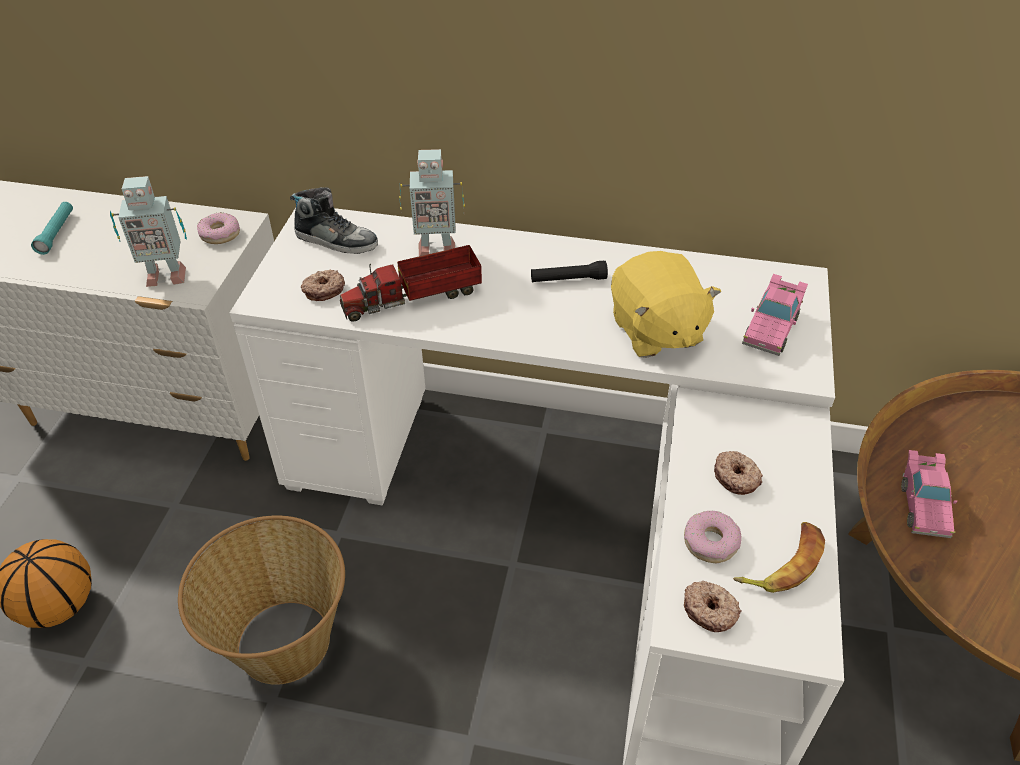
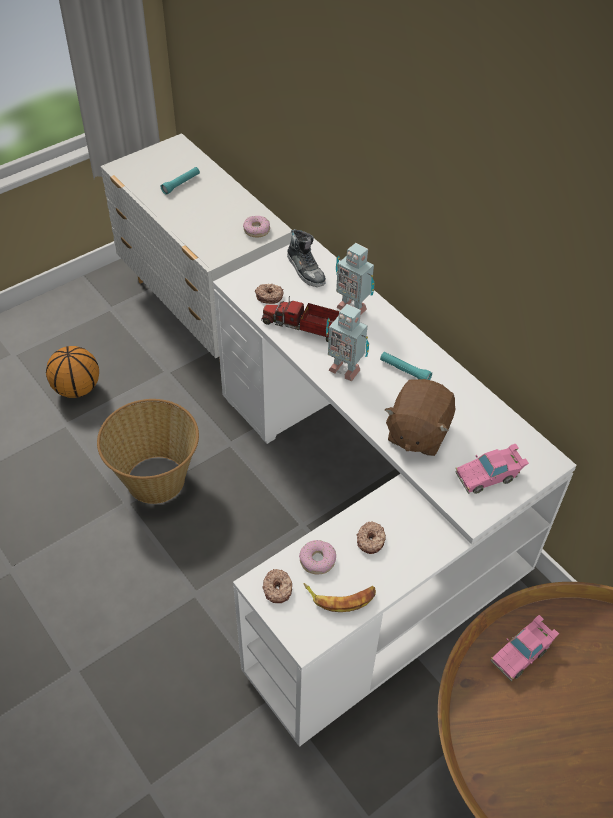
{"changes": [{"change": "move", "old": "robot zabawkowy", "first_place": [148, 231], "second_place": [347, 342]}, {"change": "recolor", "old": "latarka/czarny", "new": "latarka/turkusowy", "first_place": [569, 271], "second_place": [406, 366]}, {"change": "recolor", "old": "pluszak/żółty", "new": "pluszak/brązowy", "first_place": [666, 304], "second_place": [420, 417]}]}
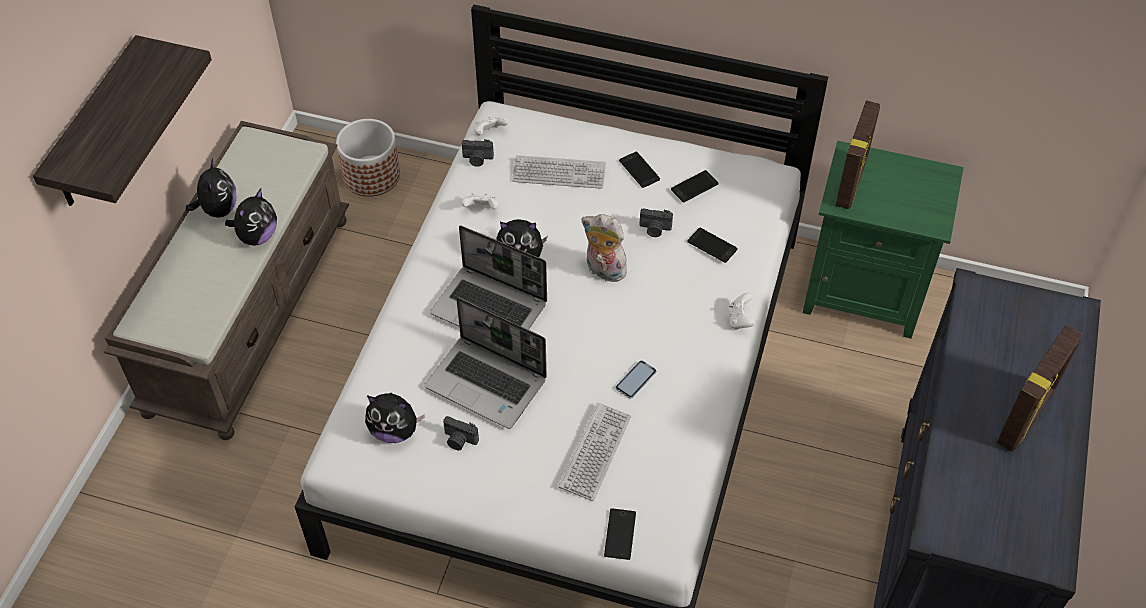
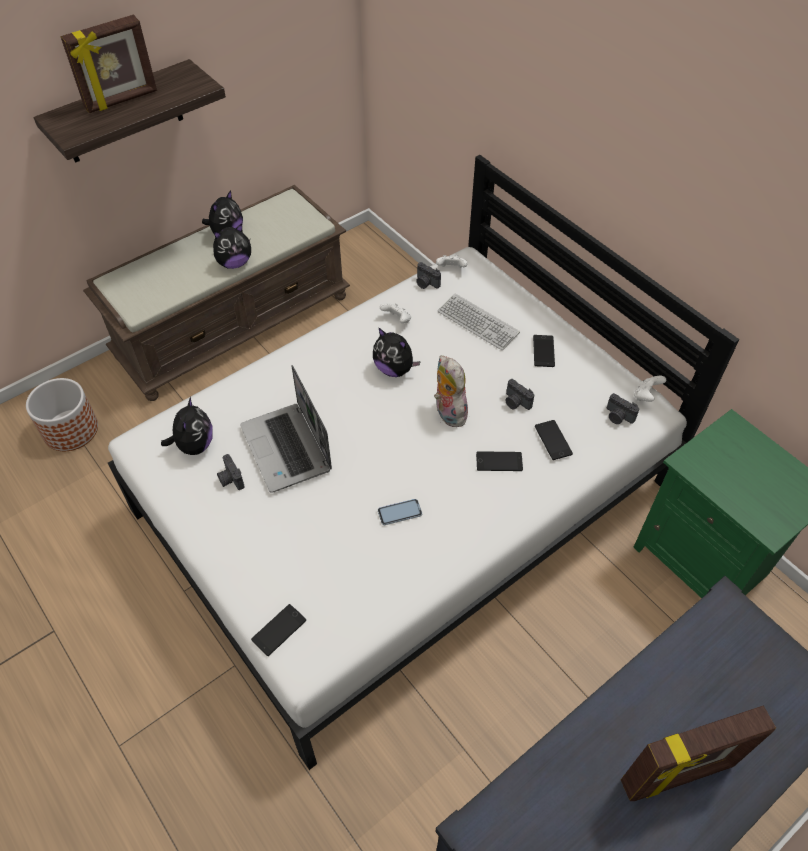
{"changes": [{"change": "move", "old": "donica", "first_place": [368, 158], "second_place": [62, 414]}, {"change": "rotate", "old": "pluszak", "first_place": [395, 417], "second_place": [187, 426], "degrees": -135}, {"change": "delete", "old": "laptop", "first_place": [488, 277]}, {"change": "delete", "old": "klawiatura", "first_place": [594, 452]}, {"change": "move", "old": "telefon", "first_place": [695, 186], "second_place": [499, 461]}, {"change": "move", "old": "pad do gier/biały", "first_place": [742, 311], "second_place": [650, 389]}, {"change": "move", "old": "ramka na zdjęcie", "first_place": [857, 154], "second_place": [109, 64]}, {"change": "insert", "new": "aparat fotograficzny", "second_place": [623, 408]}]}
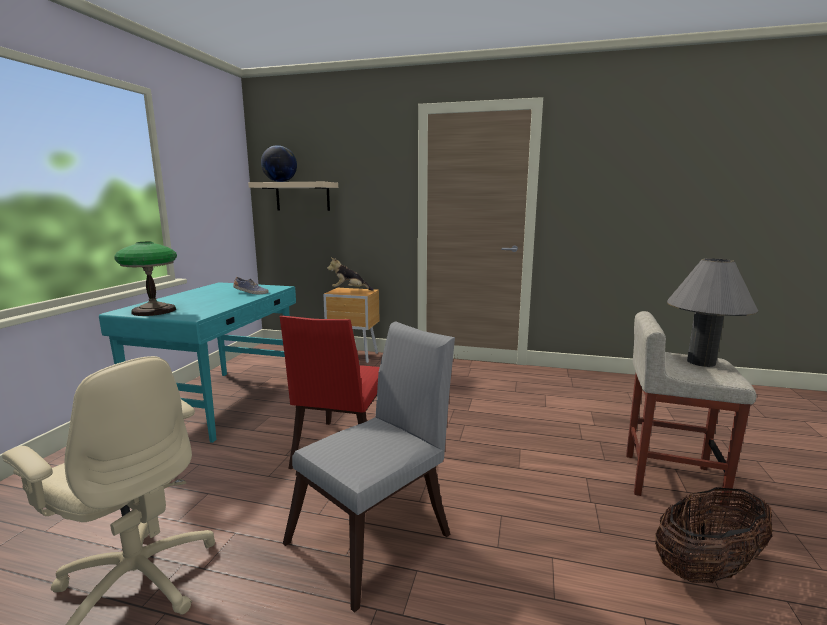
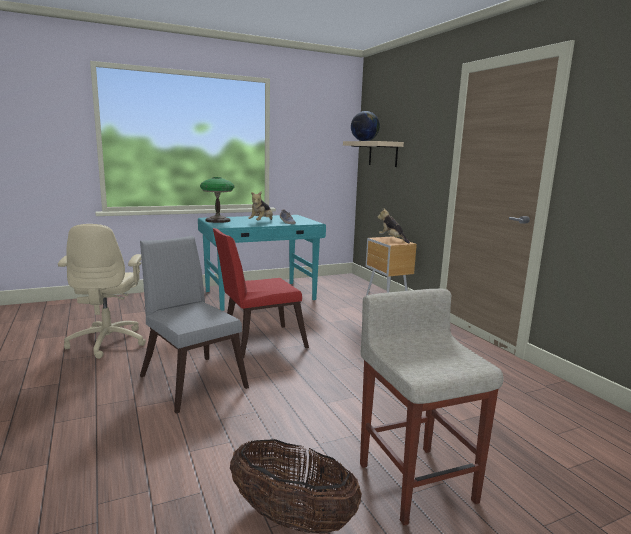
{"changes": [{"change": "rotate", "old": "krzesło/szary", "first_place": [369, 466], "second_place": [194, 325], "degrees": -135}, {"change": "delete", "old": "lampa stołowa/szary", "first_place": [712, 312]}, {"change": "insert", "new": "pluszak", "second_place": [260, 205]}]}
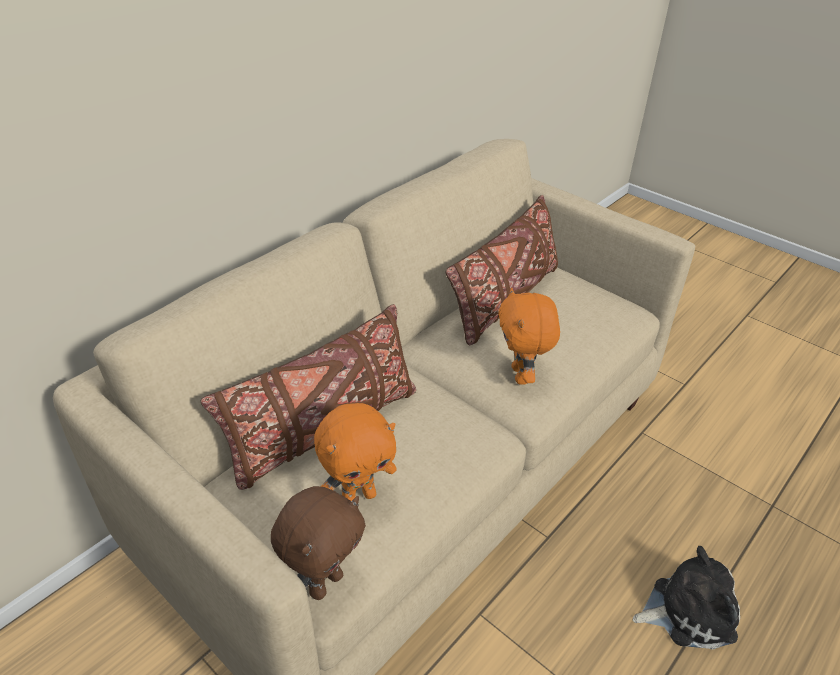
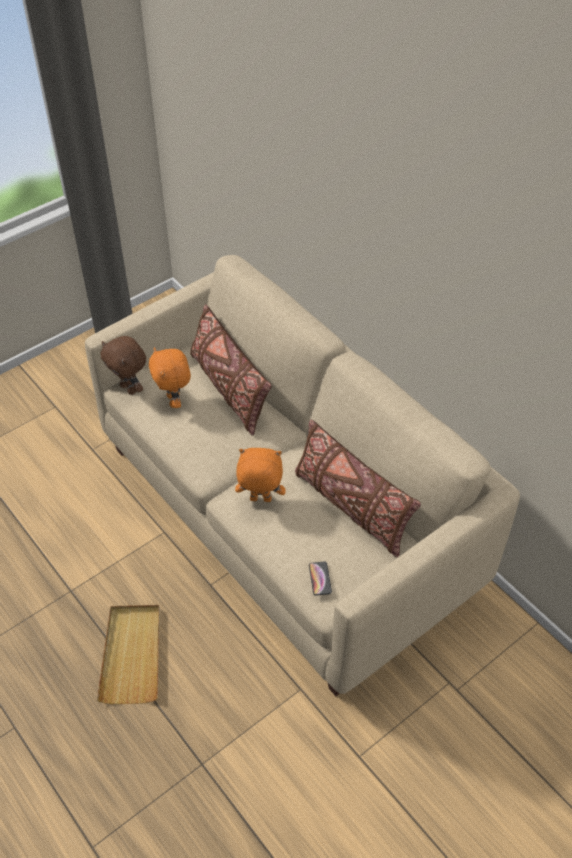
{"changes": [{"change": "replace", "old": "pluszak", "new": "taca/beżowy", "first_place": [686, 598], "second_place": [128, 654]}, {"change": "insert", "new": "telefon", "second_place": [320, 578]}]}
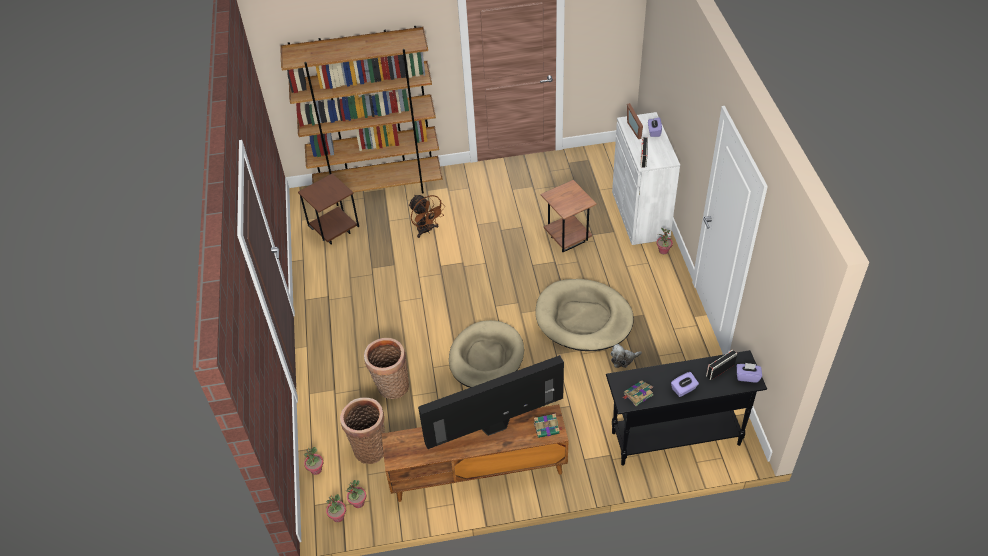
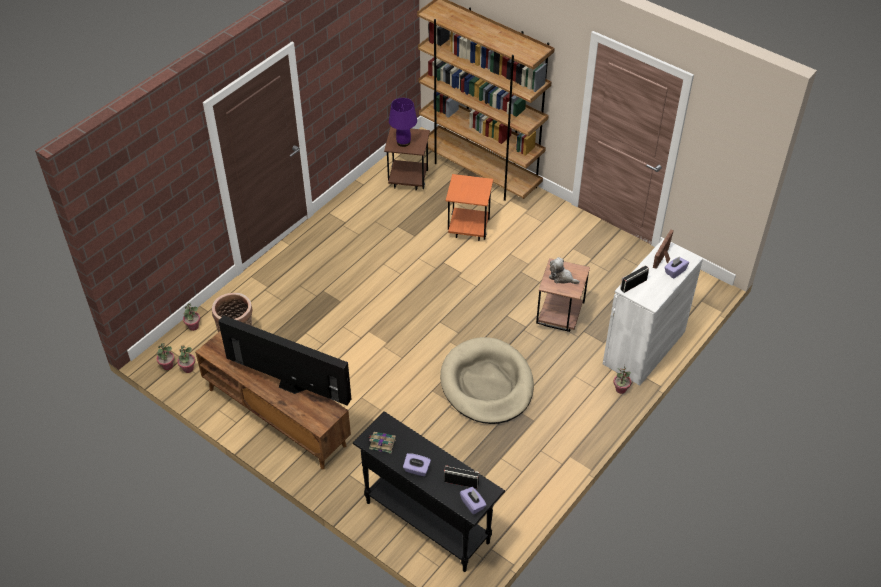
{"changes": [{"change": "delete", "old": "koszyk", "first_place": [386, 368]}, {"change": "replace", "old": "wentylator/brązowy", "new": "stolik/pomarańczowy", "first_place": [426, 216], "second_place": [469, 207]}, {"change": "delete", "old": "legowisko/beżowy", "first_place": [486, 354]}, {"change": "delete", "old": "książka", "first_place": [548, 426]}, {"change": "move", "old": "pluszak", "first_place": [626, 356], "second_place": [564, 270]}, {"change": "insert", "new": "lampa stołowa/fioletowy", "second_place": [403, 122]}]}
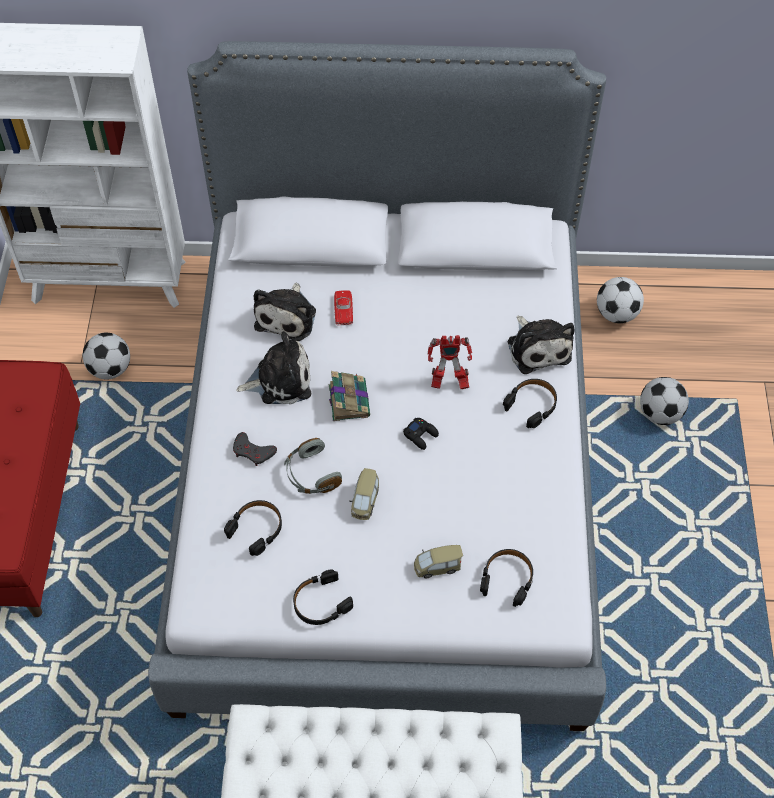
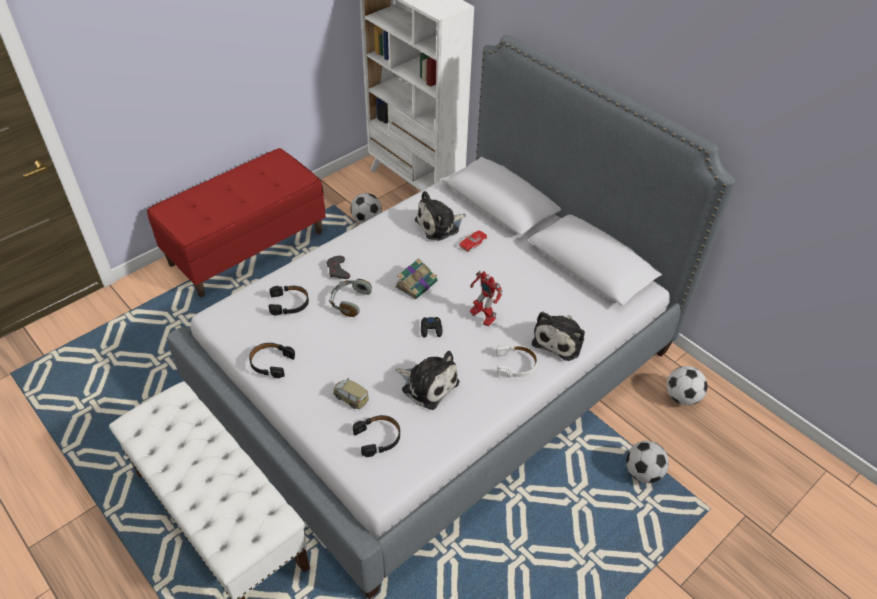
{"changes": [{"change": "move", "old": "pluszak", "first_place": [273, 367], "second_place": [427, 380]}, {"change": "delete", "old": "samochodzik", "first_place": [364, 494]}, {"change": "recolor", "old": "słuchawki/czarny", "new": "słuchawki/biały", "first_place": [530, 403], "second_place": [516, 361]}]}
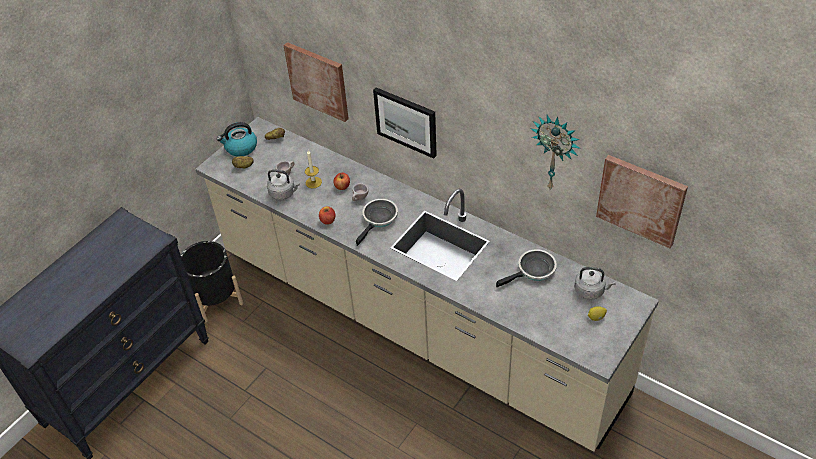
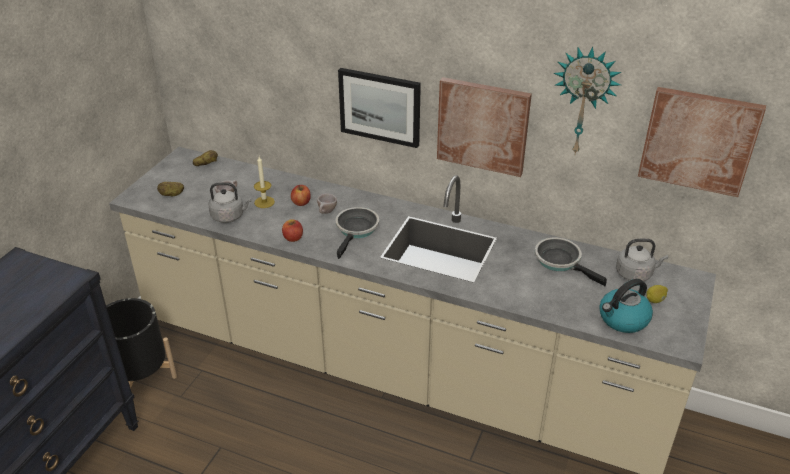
{"changes": [{"change": "move", "old": "czajnik", "first_place": [237, 139], "second_place": [626, 306]}, {"change": "move", "old": "obraz", "first_place": [316, 82], "second_place": [484, 127]}, {"change": "rotate", "old": "patelnia", "first_place": [526, 268], "second_place": [571, 262], "degrees": -90}]}
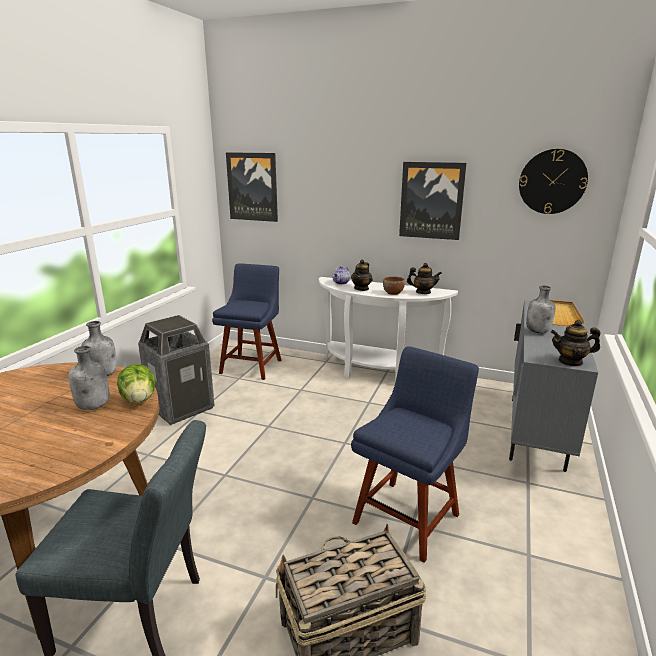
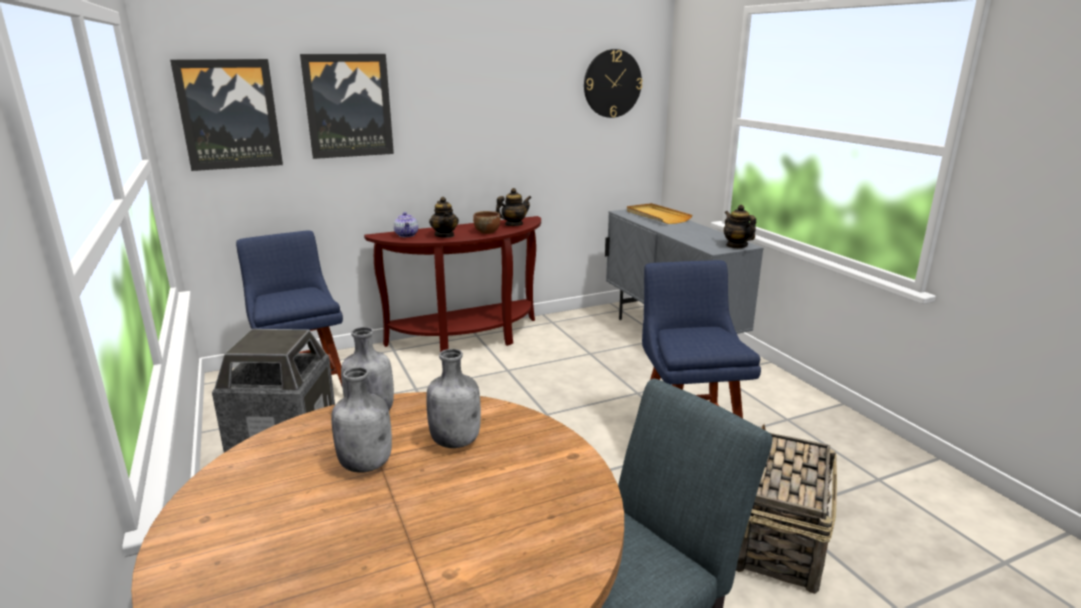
{"changes": [{"change": "delete", "old": "sałata", "first_place": [136, 383]}, {"change": "recolor", "old": "stolik konsolowy/biały", "new": "stolik konsolowy/brązowy", "first_place": [388, 329], "second_place": [452, 284]}, {"change": "move", "old": "obraz", "first_place": [432, 201], "second_place": [347, 106]}, {"change": "move", "old": "butelka/szary", "first_place": [540, 309], "second_place": [361, 420]}, {"change": "rotate", "old": "imbryk", "first_place": [575, 343], "second_place": [740, 226], "degrees": 105}]}
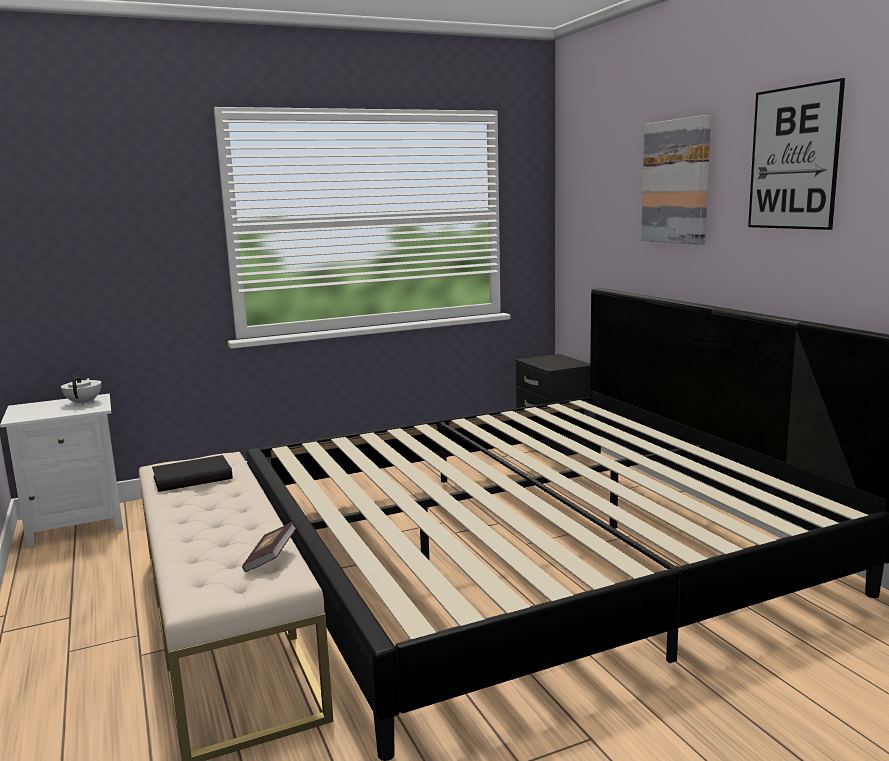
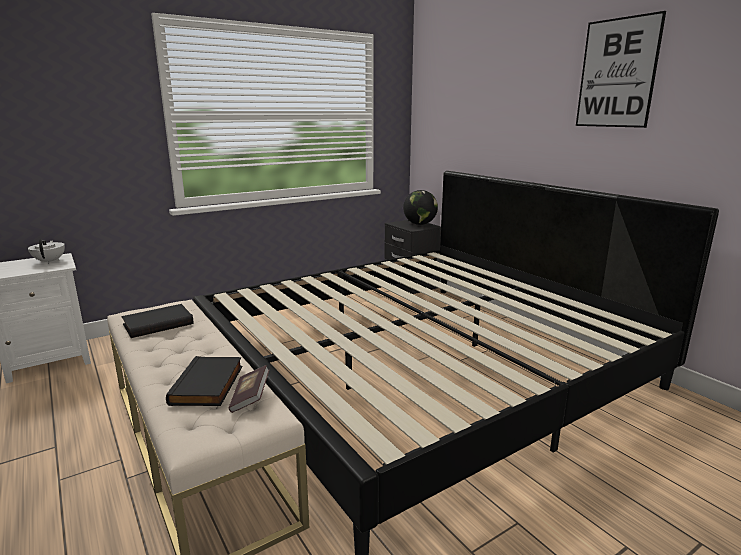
{"changes": [{"change": "delete", "old": "obraz", "first_place": [676, 180]}, {"change": "insert", "new": "książka/czarny", "second_place": [204, 381]}, {"change": "insert", "new": "globus", "second_place": [420, 207]}]}
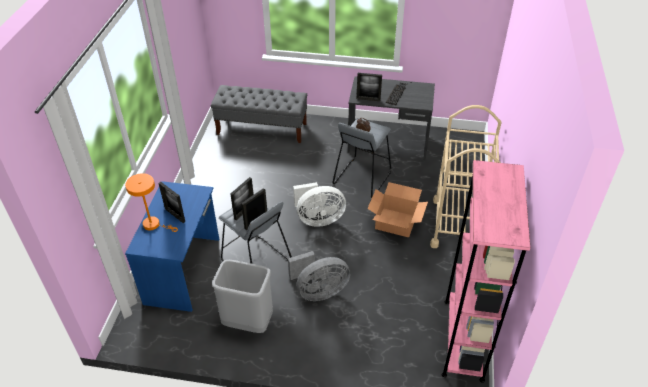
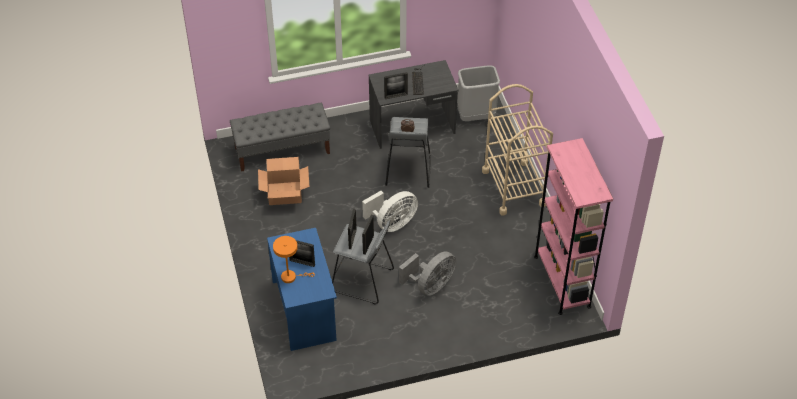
{"changes": [{"change": "move", "old": "kosz na śmieci/szary", "first_place": [242, 296], "second_place": [478, 93]}, {"change": "move", "old": "karton", "first_place": [397, 209], "second_place": [284, 181]}]}
